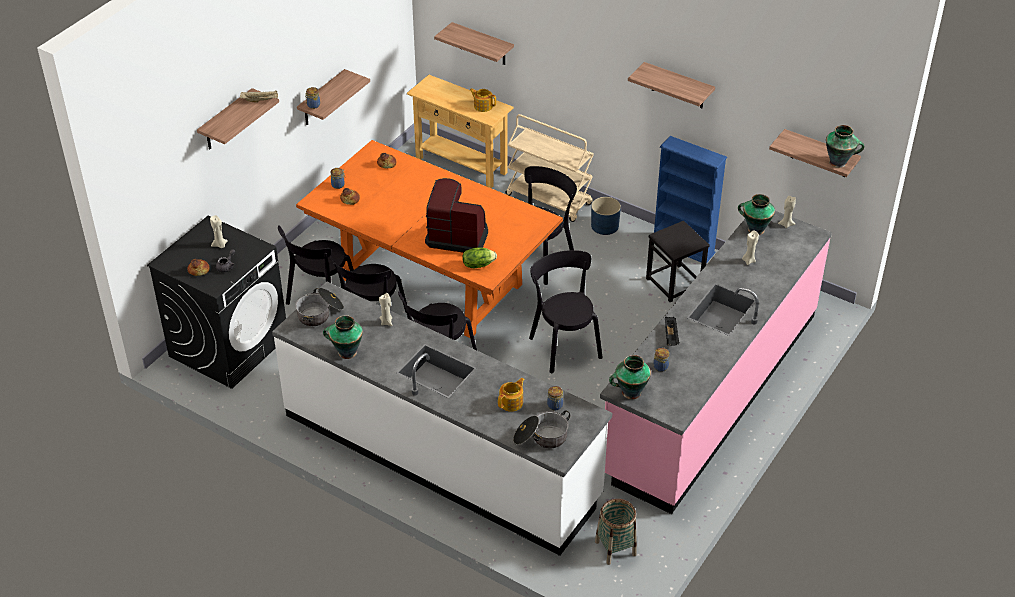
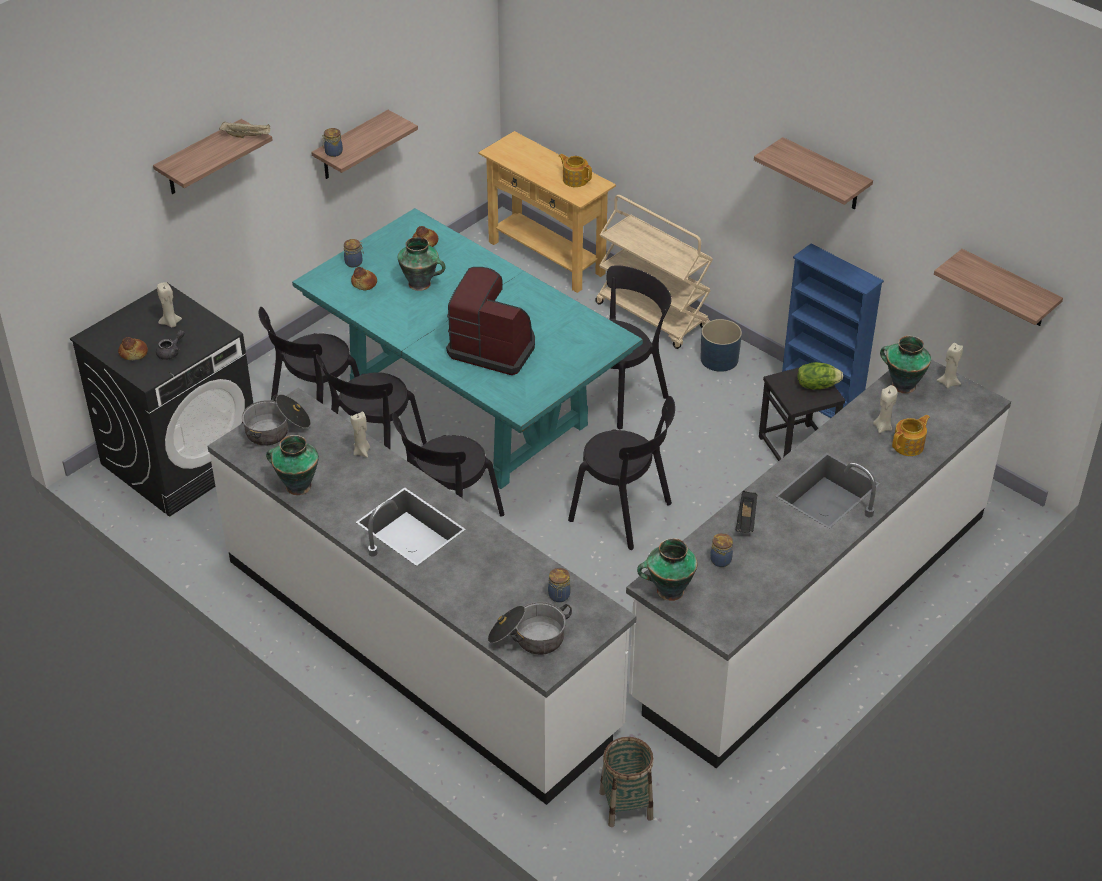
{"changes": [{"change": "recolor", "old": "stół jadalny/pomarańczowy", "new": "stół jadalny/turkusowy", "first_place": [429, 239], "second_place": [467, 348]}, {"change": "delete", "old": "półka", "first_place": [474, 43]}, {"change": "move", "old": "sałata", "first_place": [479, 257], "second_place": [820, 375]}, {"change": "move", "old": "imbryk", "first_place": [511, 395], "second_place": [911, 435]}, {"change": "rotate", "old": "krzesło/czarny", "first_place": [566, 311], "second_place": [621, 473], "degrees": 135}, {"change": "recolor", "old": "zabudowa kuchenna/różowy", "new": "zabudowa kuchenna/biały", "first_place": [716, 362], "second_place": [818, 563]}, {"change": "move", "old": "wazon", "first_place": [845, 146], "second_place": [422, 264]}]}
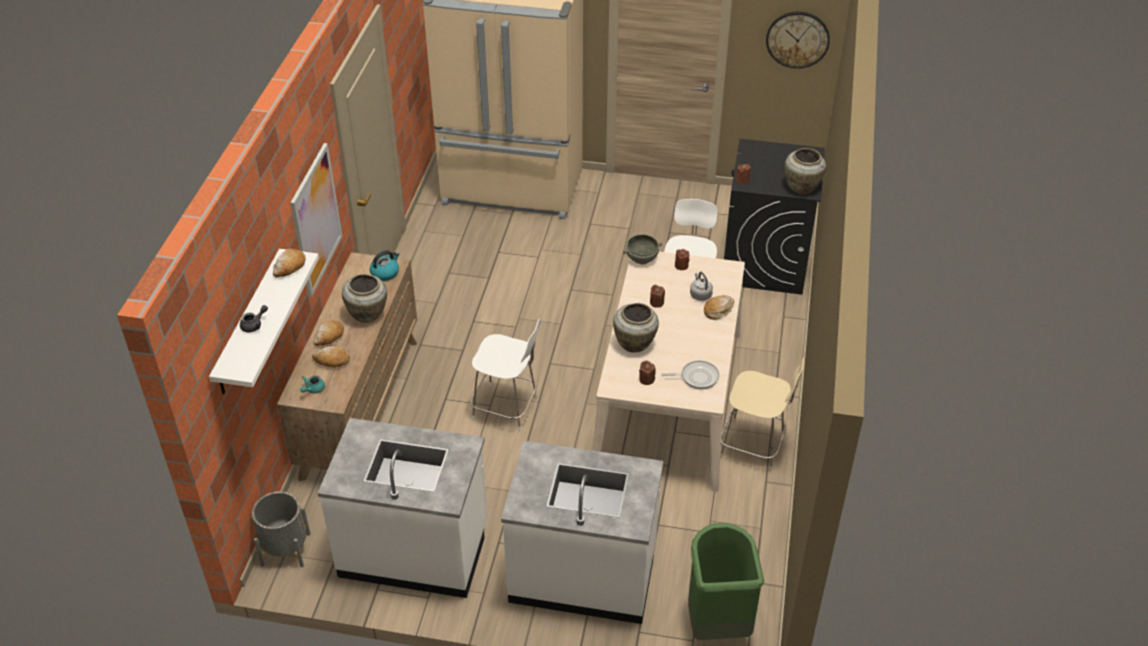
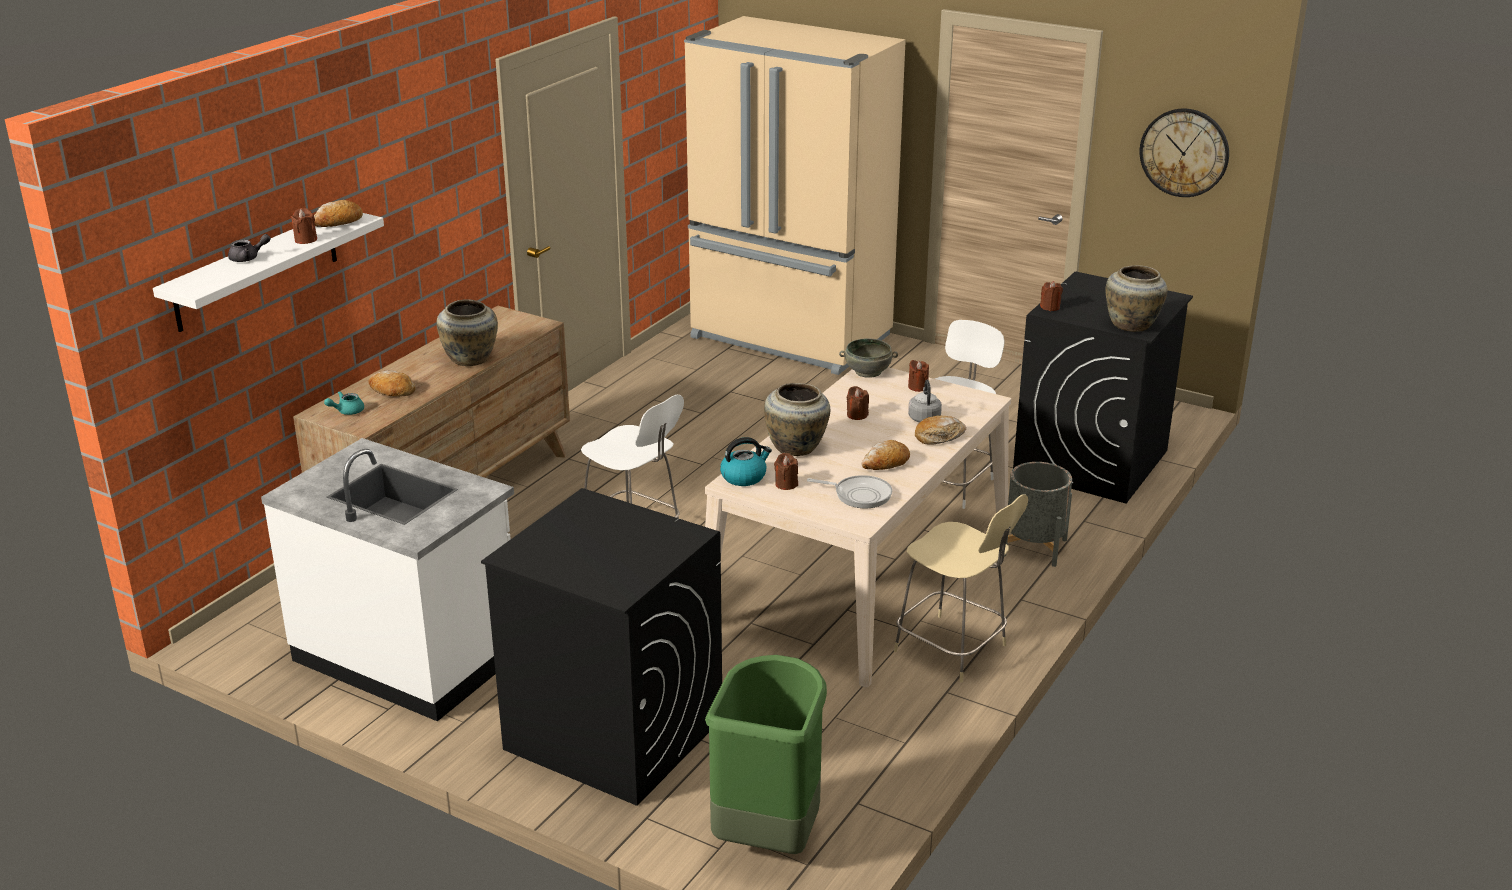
{"changes": [{"change": "move", "old": "donica/szary", "first_place": [281, 529], "second_place": [1038, 514]}, {"change": "delete", "old": "obraz", "first_place": [316, 220]}, {"change": "move", "old": "chleb", "first_place": [328, 333], "second_place": [886, 455]}, {"change": "move", "old": "czajnik", "first_place": [384, 265], "second_place": [746, 461]}, {"change": "replace", "old": "zabudowa kuchenna/biały", "new": "pralka/czarny", "first_place": [582, 532], "second_place": [601, 647]}, {"change": "insert", "new": "świeca/brązowy", "second_place": [304, 226]}]}
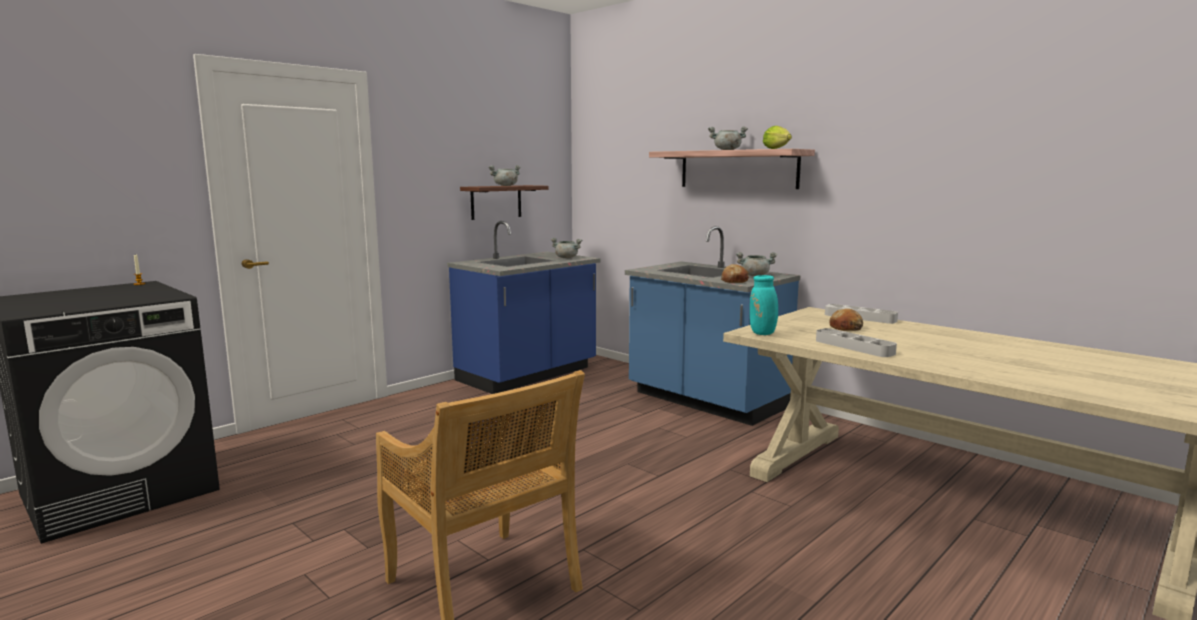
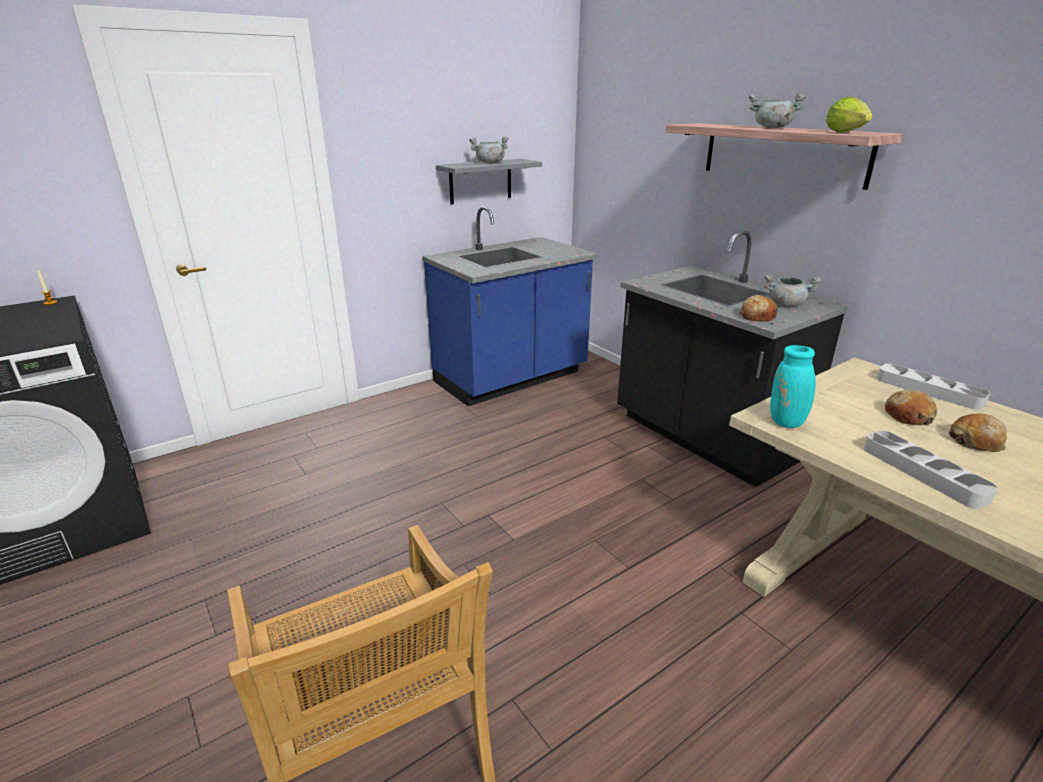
{"changes": [{"change": "recolor", "old": "półka/brązowy", "new": "półka/szary", "first_place": [504, 202], "second_place": [489, 181]}, {"change": "delete", "old": "garnek/szary", "first_place": [566, 248]}, {"change": "recolor", "old": "zabudowa kuchenna/niebieski", "new": "zabudowa kuchenna/czarny", "first_place": [713, 326], "second_place": [732, 359]}, {"change": "insert", "new": "chleb", "second_place": [978, 433]}]}
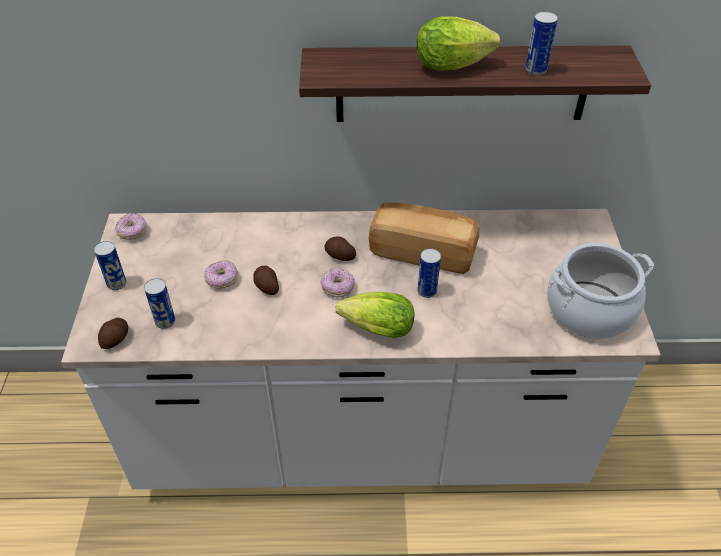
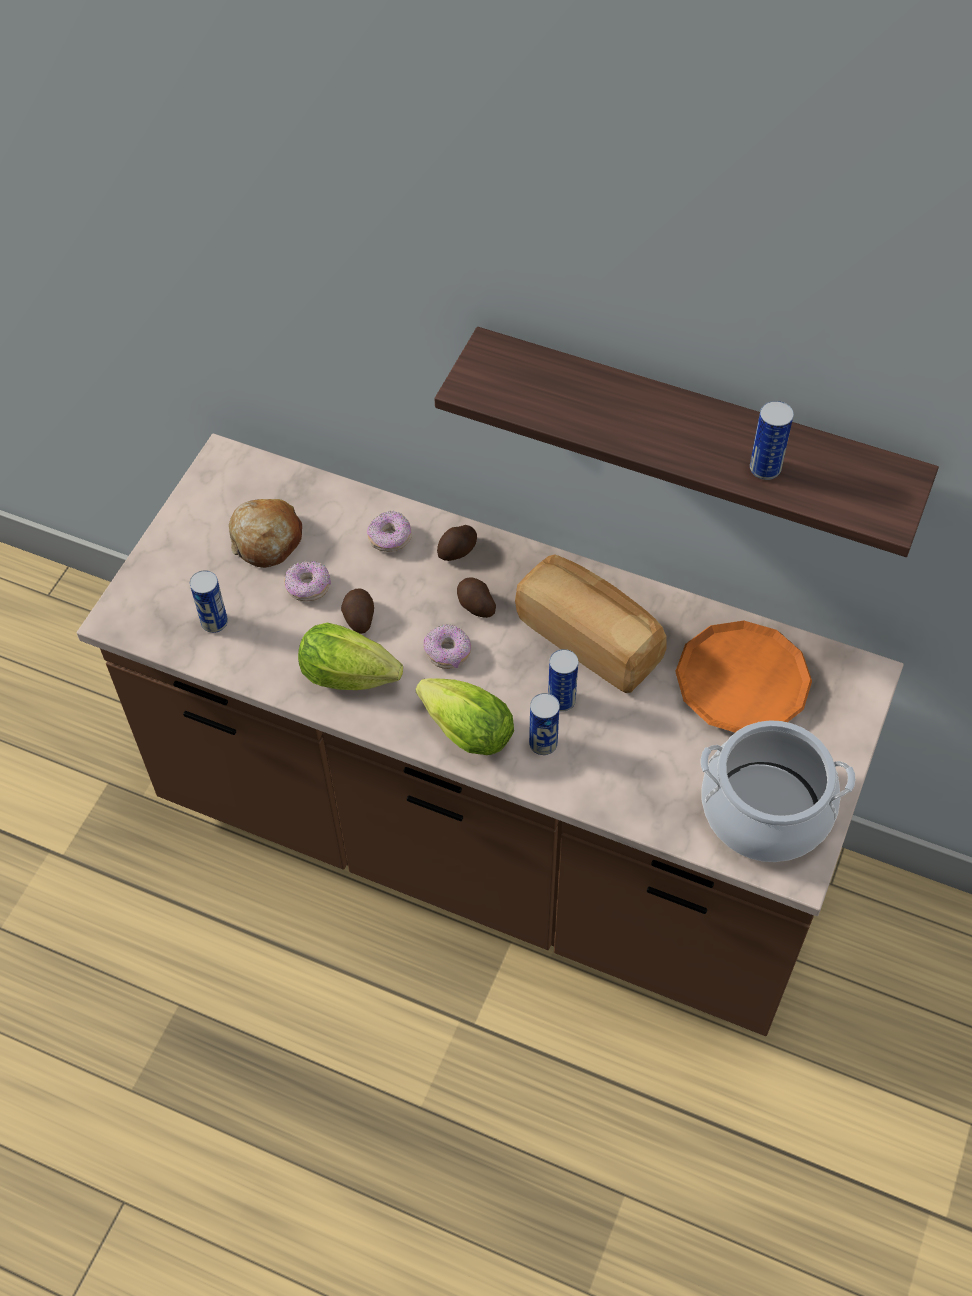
{"changes": [{"change": "recolor", "old": "zabudowa kuchenna/biały", "new": "zabudowa kuchenna/brązowy", "first_place": [360, 349], "second_place": [490, 735]}, {"change": "move", "old": "puszka", "first_place": [110, 265], "second_place": [544, 724]}, {"change": "move", "old": "ziemniak", "first_place": [113, 333], "second_place": [457, 543]}, {"change": "move", "old": "donut", "first_place": [131, 226], "second_place": [389, 531]}, {"change": "move", "old": "sałata", "first_place": [458, 43], "second_place": [350, 656]}, {"change": "insert", "new": "chleb", "second_place": [265, 533]}, {"change": "insert", "new": "talerz/pomarańczowy", "second_place": [743, 676]}]}
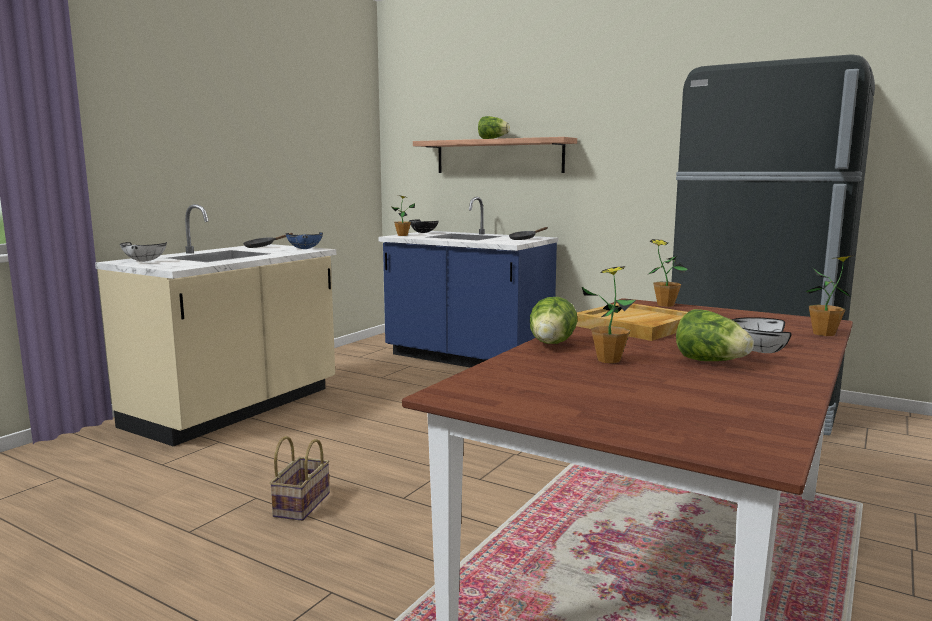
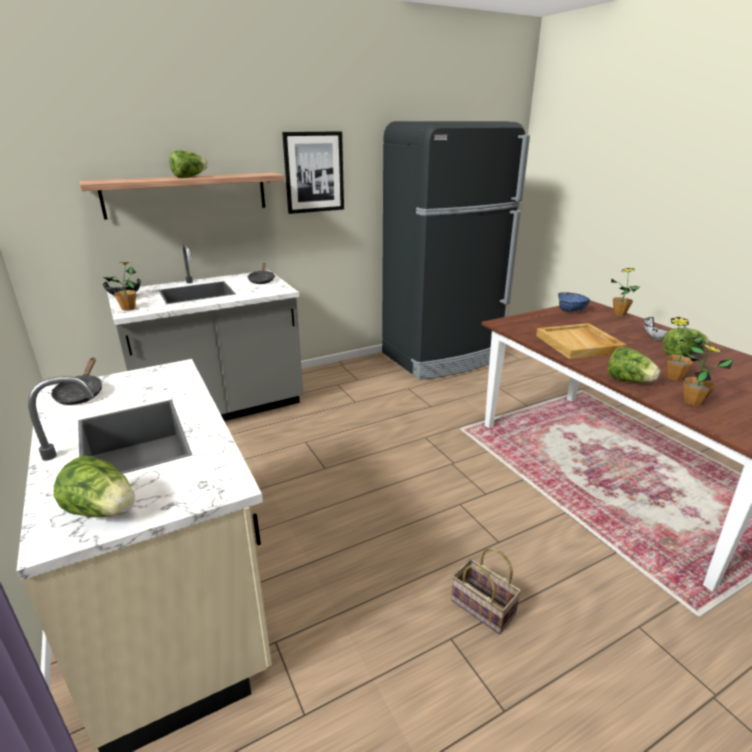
{"changes": [{"change": "replace", "old": "miska/biały", "new": "sałata", "first_place": [143, 252], "second_place": [94, 486]}, {"change": "move", "old": "miska/niebieski", "first_place": [304, 240], "second_place": [574, 302]}, {"change": "recolor", "old": "zabudowa kuchenna/niebieski", "new": "zabudowa kuchenna/szary", "first_place": [468, 282], "second_place": [205, 332]}, {"change": "move", "old": "roślina doniczkowa", "first_place": [668, 273], "second_place": [708, 375]}, {"change": "insert", "new": "obraz", "second_place": [313, 172]}]}
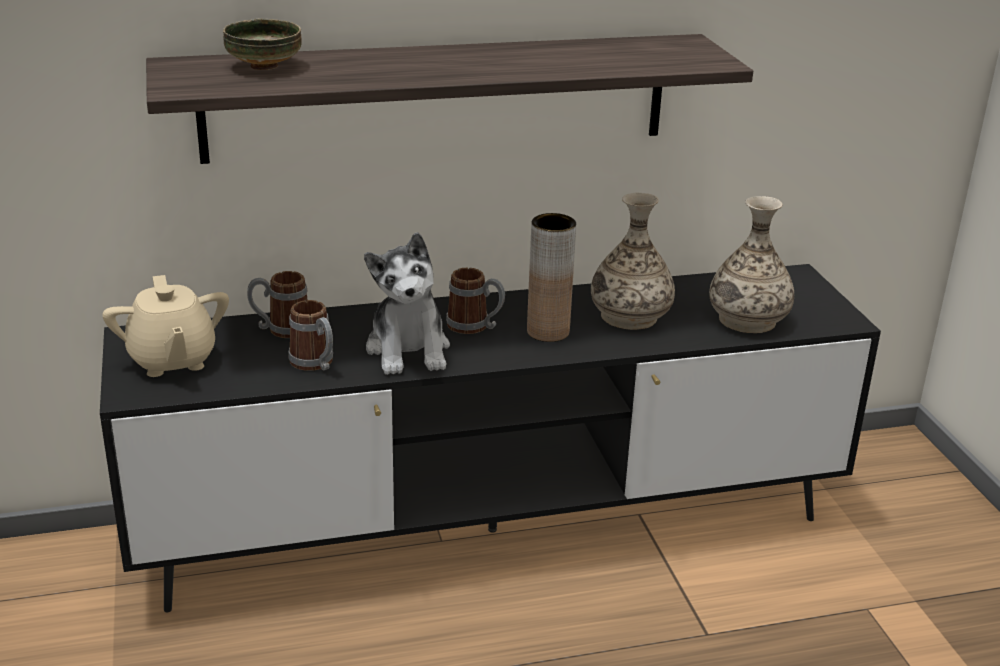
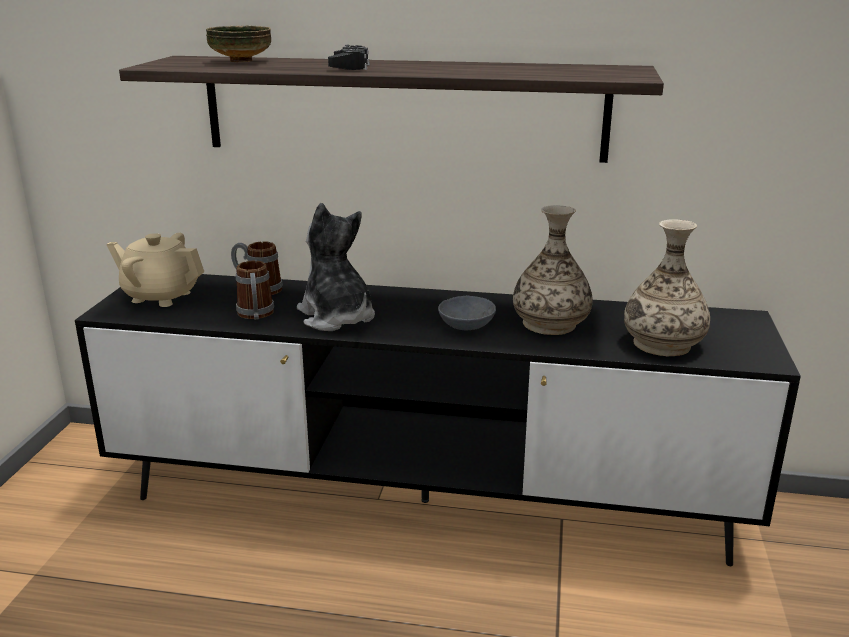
{"changes": [{"change": "rotate", "old": "imbryk/beżowy", "first_place": [165, 326], "second_place": [155, 270], "degrees": 105}, {"change": "rotate", "old": "pluszak", "first_place": [407, 303], "second_place": [336, 267], "degrees": 135}, {"change": "delete", "old": "kubek", "first_place": [475, 301]}, {"change": "replace", "old": "wazon/brązowy", "new": "miska/szary", "first_place": [551, 277], "second_place": [467, 313]}, {"change": "insert", "new": "pad do gier/czarny", "second_place": [349, 57]}]}
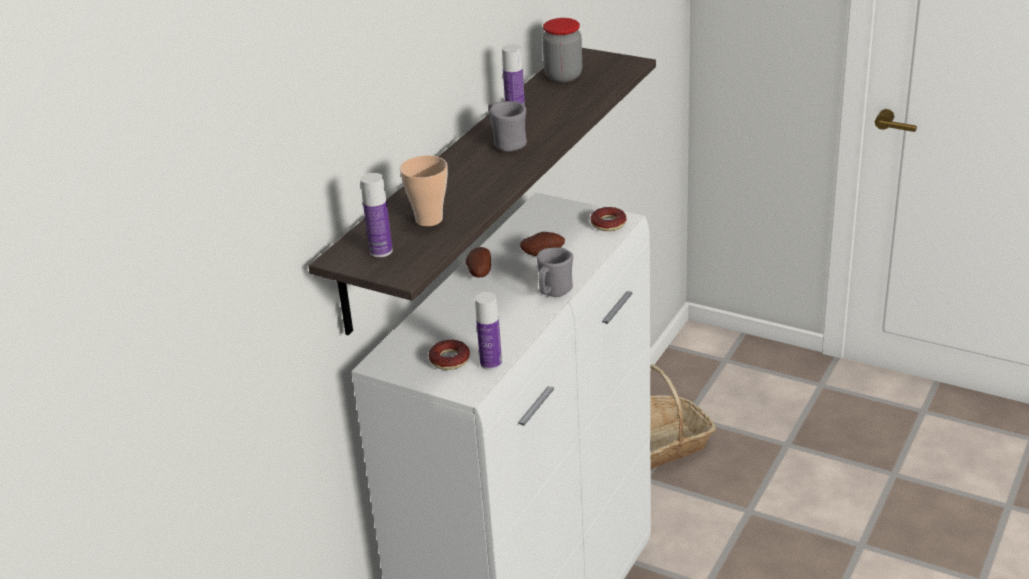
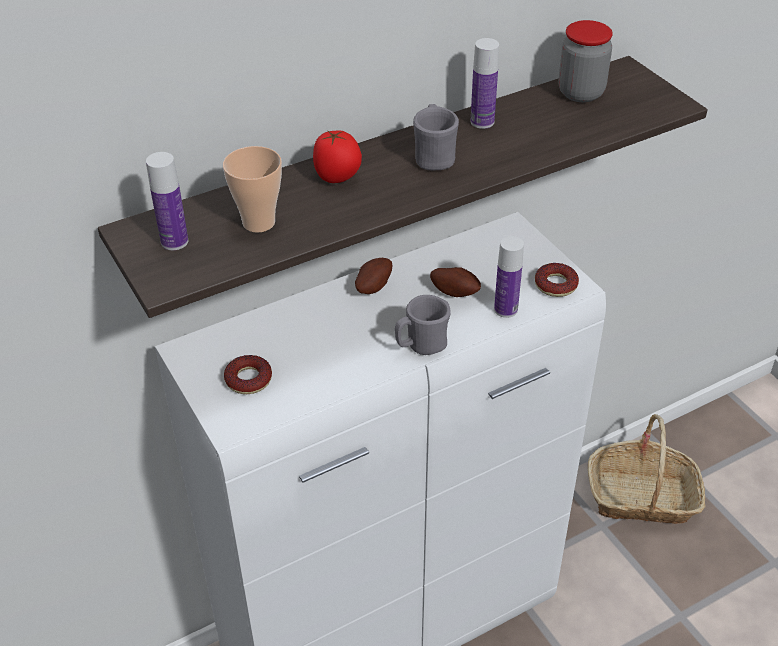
{"changes": [{"change": "move", "old": "butelka", "first_place": [488, 331], "second_place": [509, 277]}, {"change": "insert", "new": "pomidor", "second_place": [337, 156]}]}
